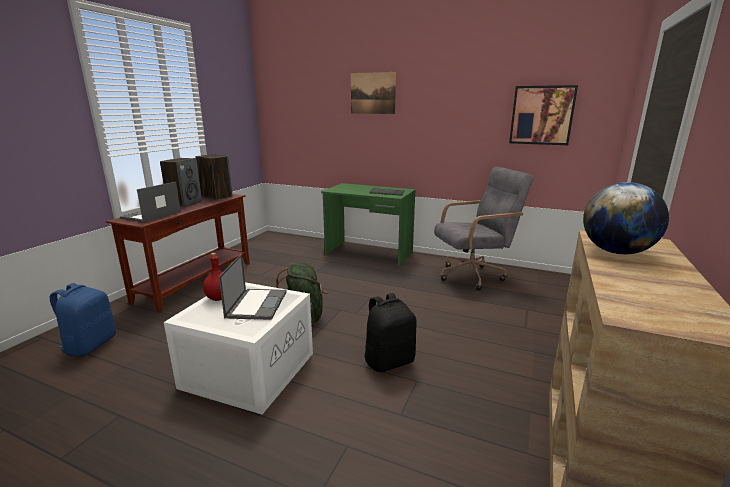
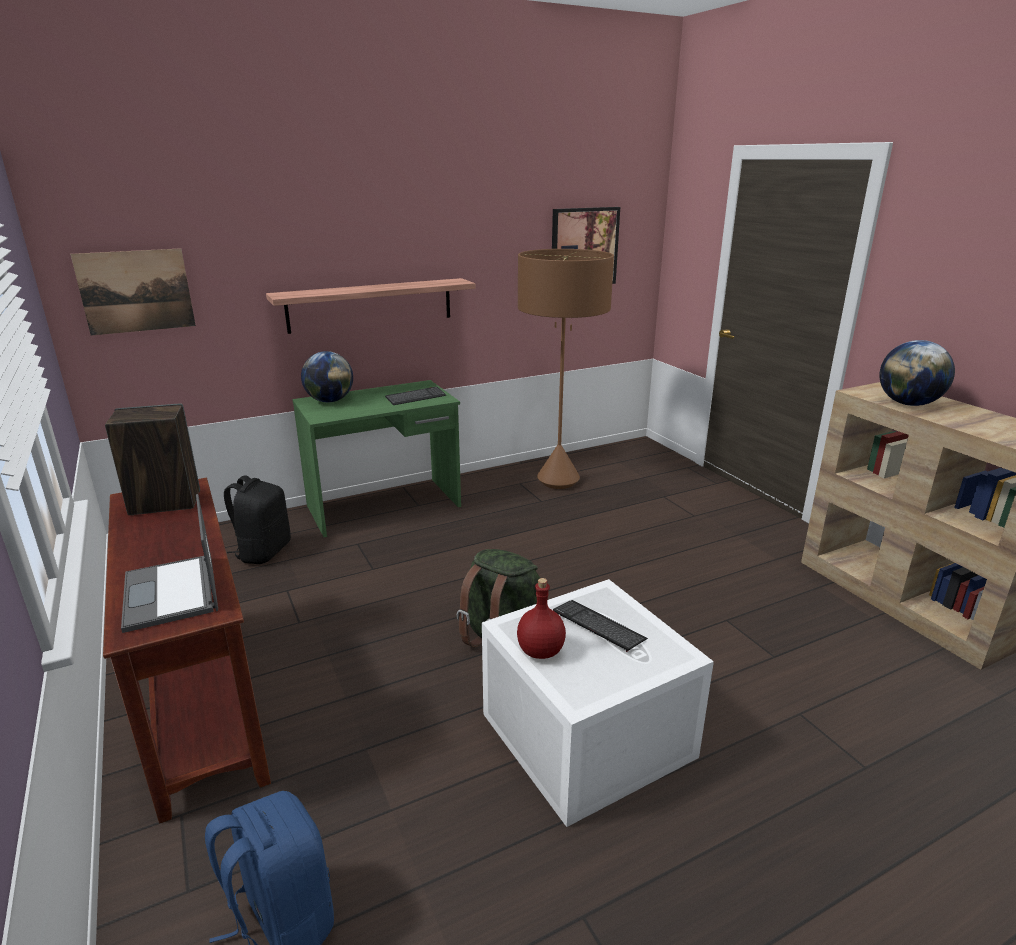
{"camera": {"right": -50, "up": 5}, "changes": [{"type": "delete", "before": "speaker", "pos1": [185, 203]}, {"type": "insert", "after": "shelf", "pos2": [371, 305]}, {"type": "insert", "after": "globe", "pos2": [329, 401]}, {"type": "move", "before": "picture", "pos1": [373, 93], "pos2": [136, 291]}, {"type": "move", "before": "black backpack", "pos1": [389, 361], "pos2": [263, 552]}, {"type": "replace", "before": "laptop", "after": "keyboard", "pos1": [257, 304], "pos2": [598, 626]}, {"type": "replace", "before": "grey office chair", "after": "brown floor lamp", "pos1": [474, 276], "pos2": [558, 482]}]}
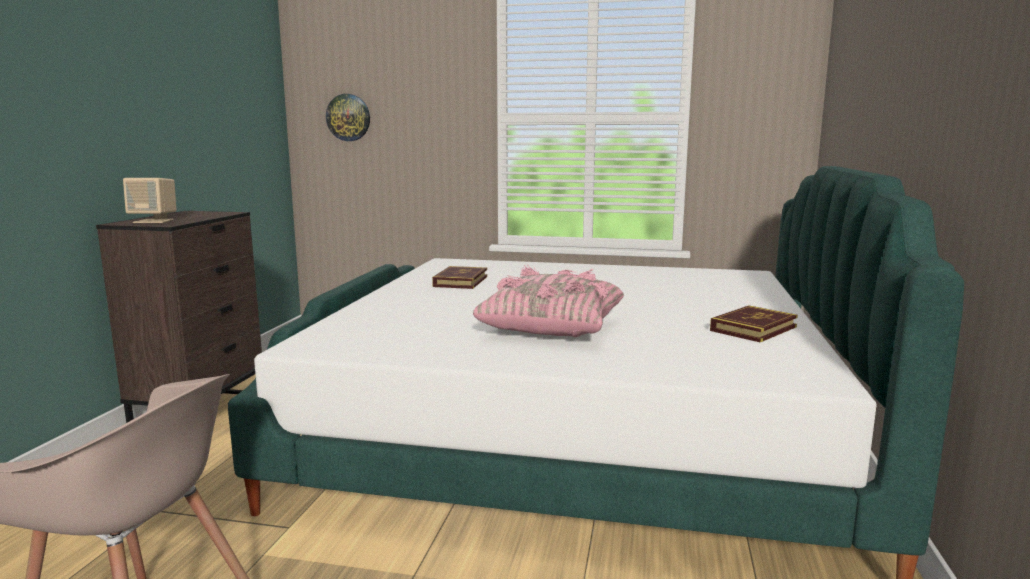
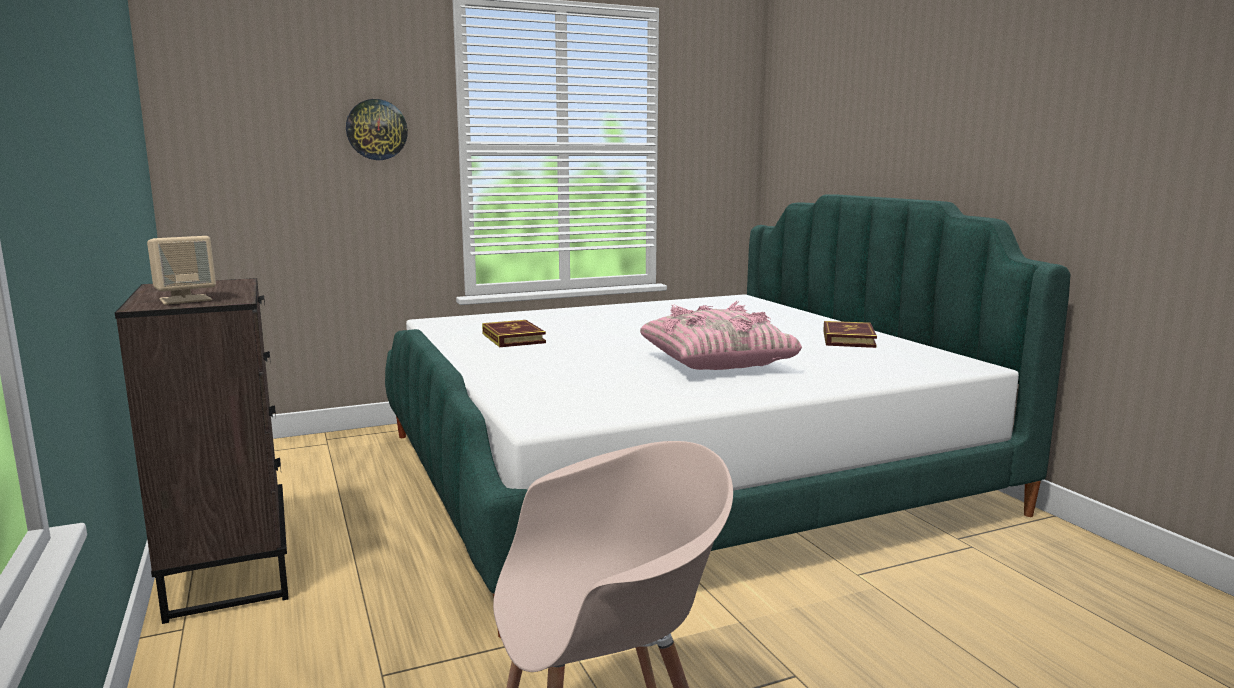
{"camera": {"right": -35, "up": 0}, "changes": [{"type": "move", "before": "wall clock", "pos1": [348, 117], "pos2": [376, 129]}]}
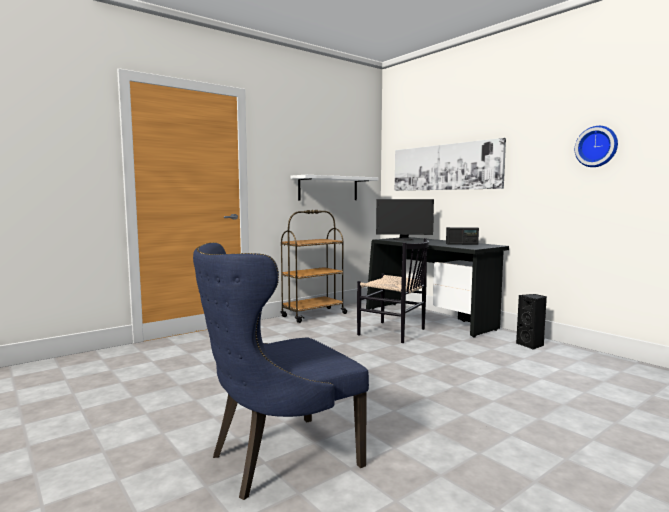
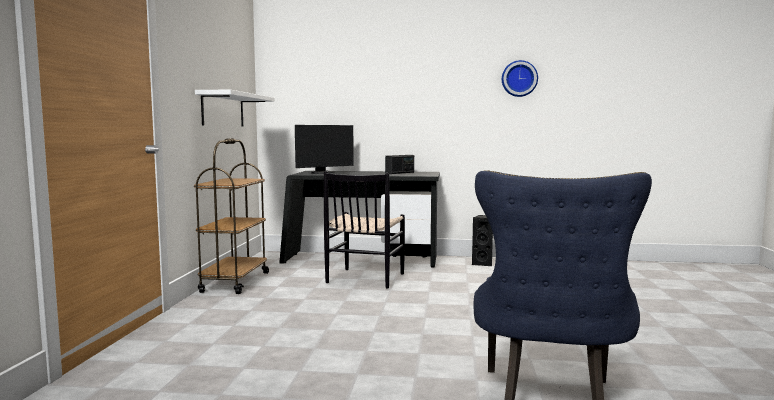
{"camera": {"right": -45, "up": 0}, "changes": [{"type": "delete", "before": "picture", "pos1": [444, 167]}, {"type": "rotate", "before": "black chair", "pos1": [394, 333], "pos2": [364, 279], "turn": 120}]}
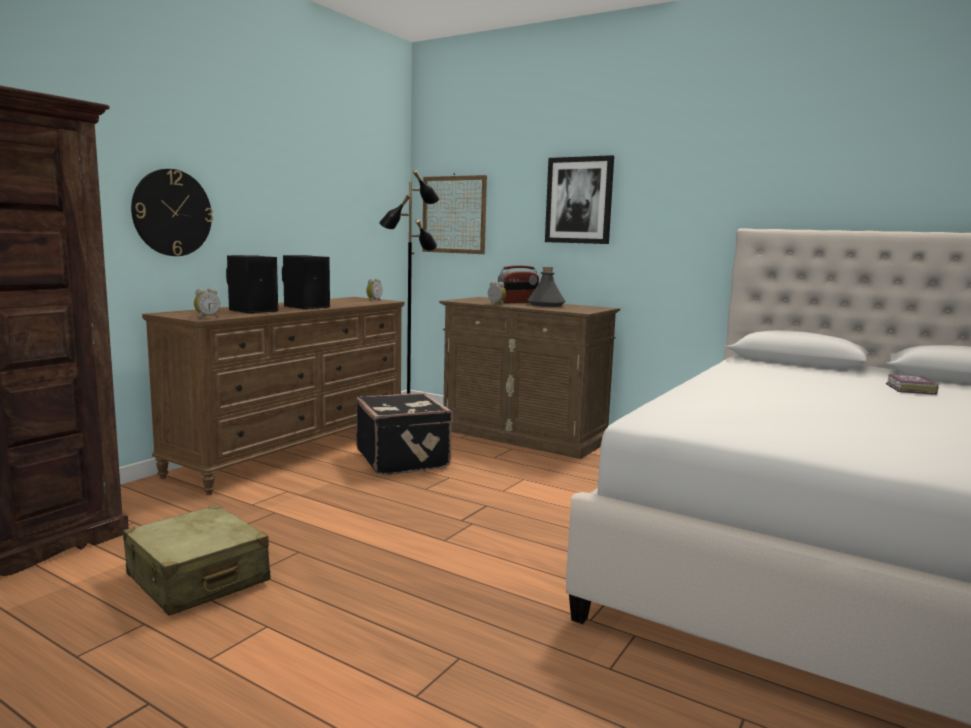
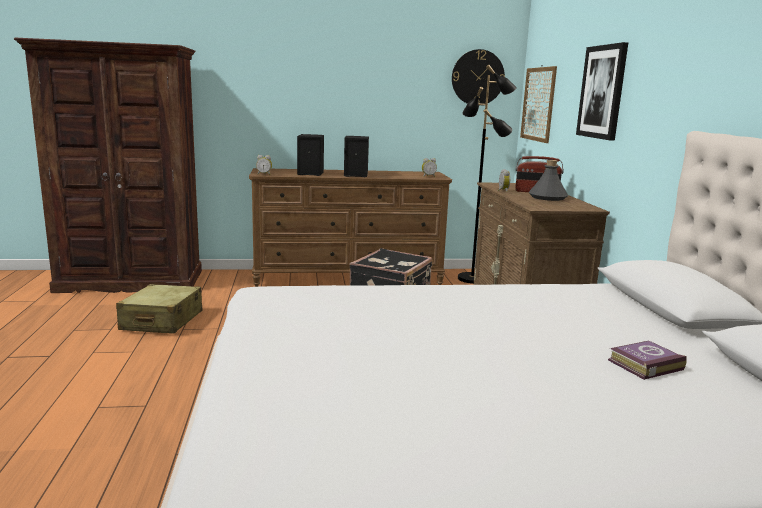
{"camera": {"right": 50, "up": 5}, "changes": [{"type": "move", "before": "wall clock", "pos1": [172, 213], "pos2": [477, 77]}]}
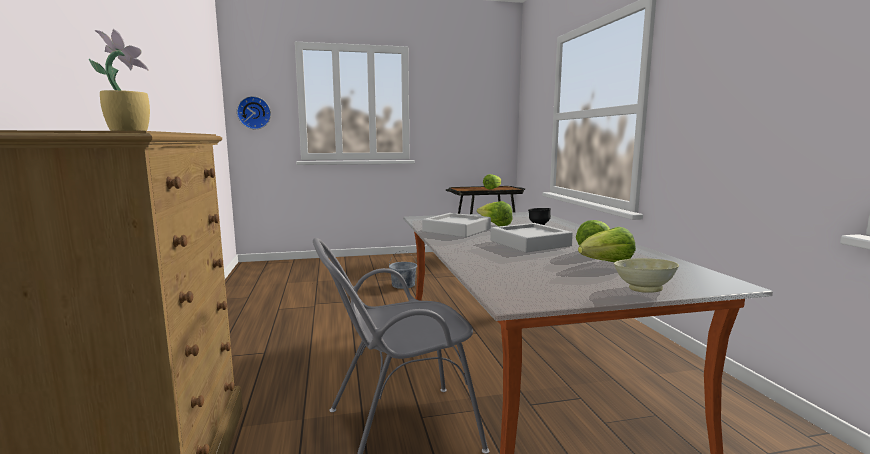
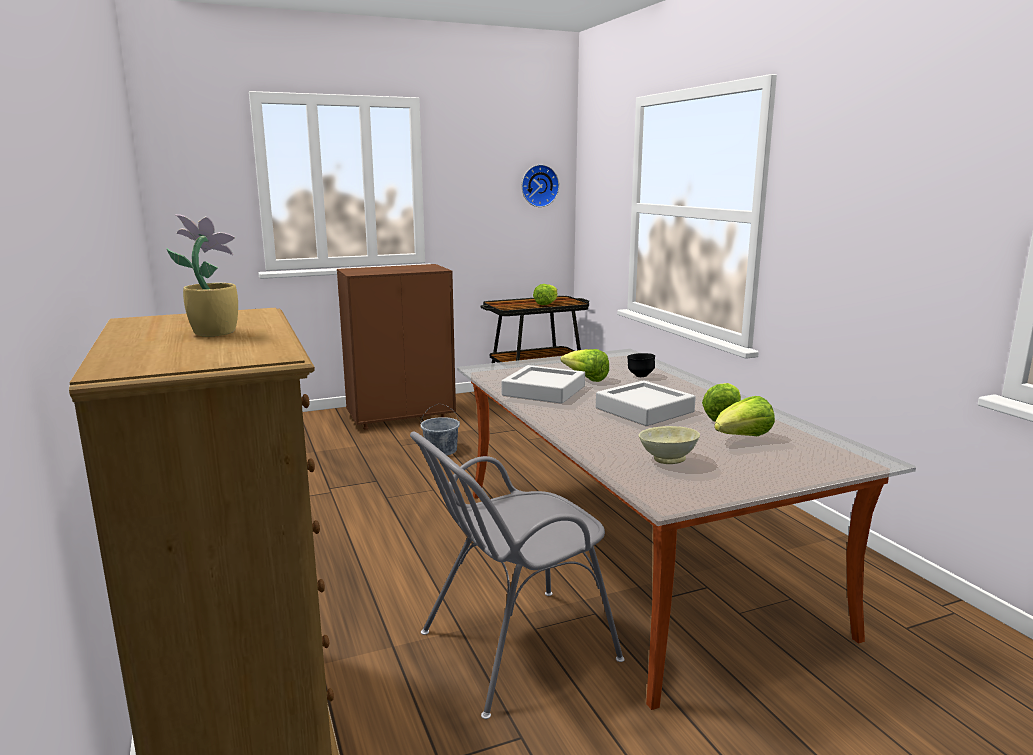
{"camera": {"right": -10, "up": 5}, "changes": [{"type": "insert", "after": "brown cabinet", "pos2": [402, 417]}, {"type": "move", "before": "wall clock", "pos1": [254, 113], "pos2": [539, 185]}, {"type": "move", "before": "beige bowl", "pos1": [643, 289], "pos2": [667, 459]}]}
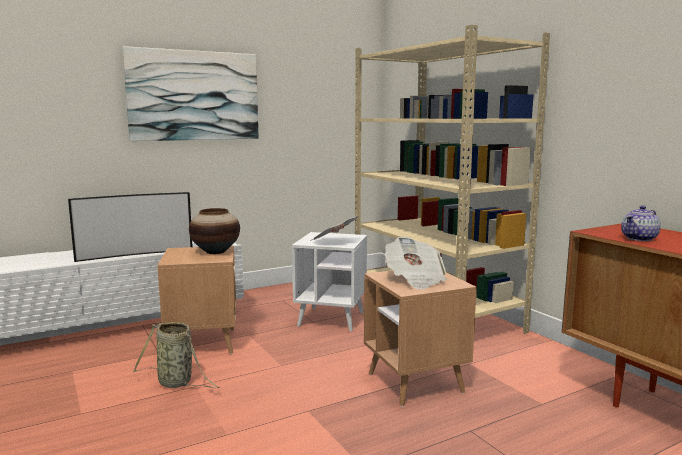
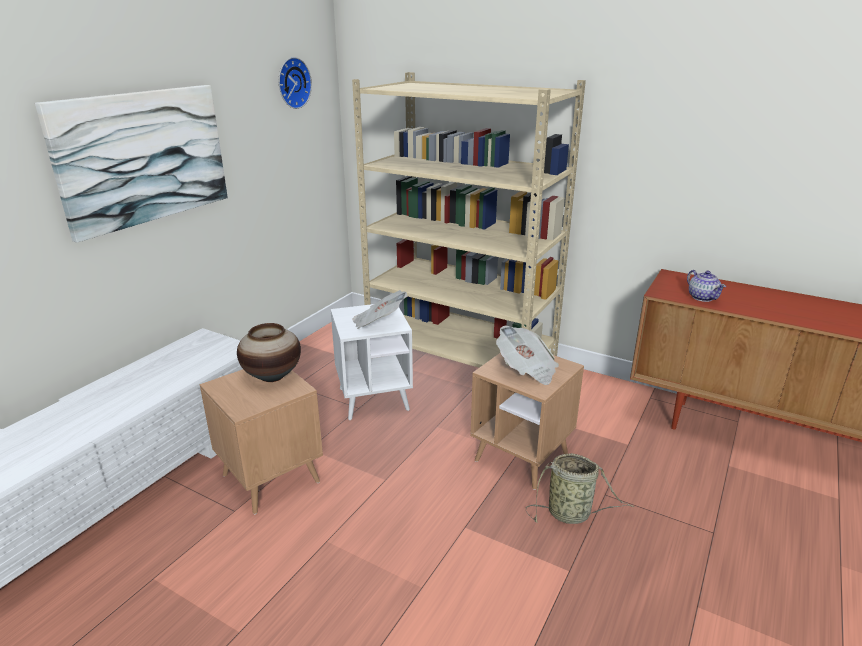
{"camera": {"right": -30, "up": 15}, "changes": [{"type": "delete", "before": "television", "pos1": [135, 254]}, {"type": "insert", "after": "wall clock", "pos2": [292, 83]}, {"type": "move", "before": "basket", "pos1": [177, 383], "pos2": [571, 514]}, {"type": "rotate", "before": "teapot", "pos1": [640, 238], "pos2": [702, 297], "turn": -45}]}
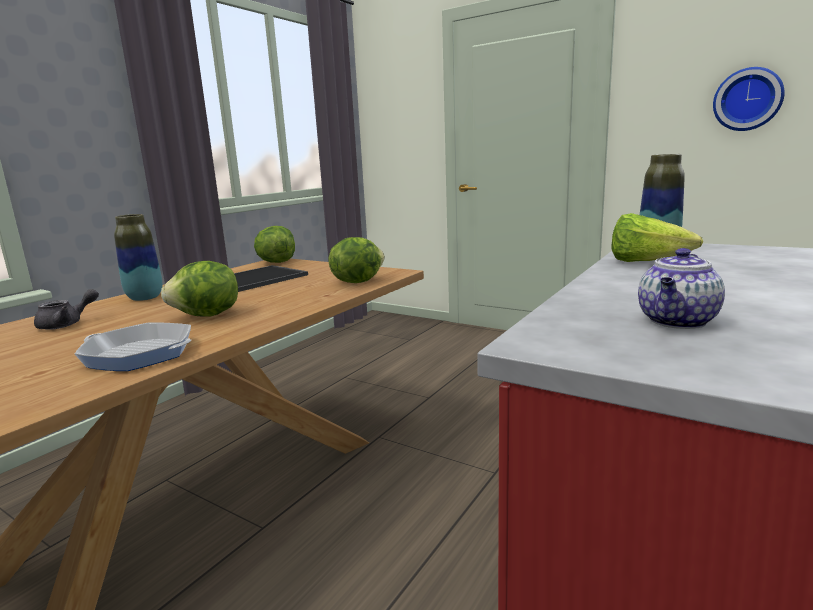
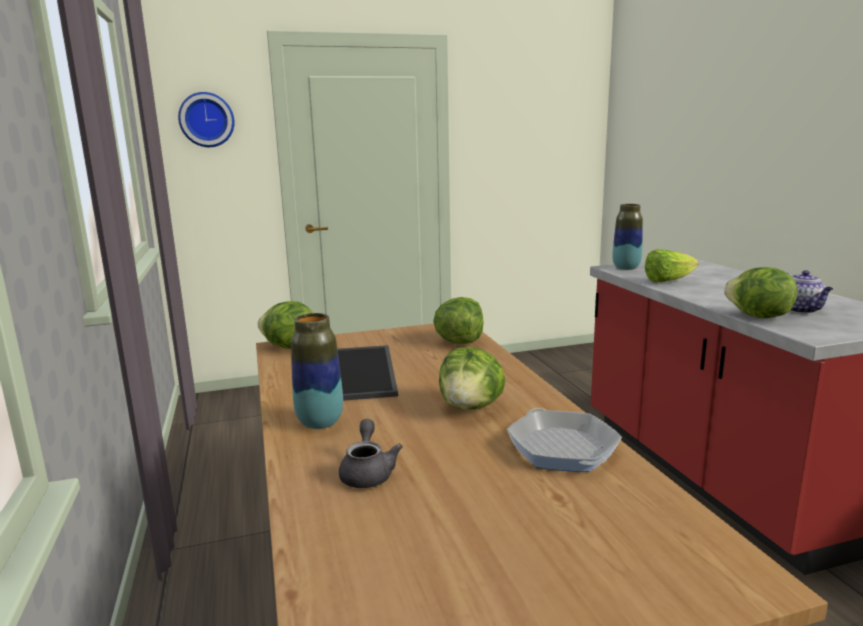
{"camera": {"right": -50, "up": 0}, "changes": [{"type": "insert", "after": "lettuce", "pos2": [758, 317]}, {"type": "move", "before": "wall clock", "pos1": [747, 99], "pos2": [207, 120]}, {"type": "rotate", "before": "frying pan", "pos1": [139, 354], "pos2": [562, 448], "turn": -75}]}
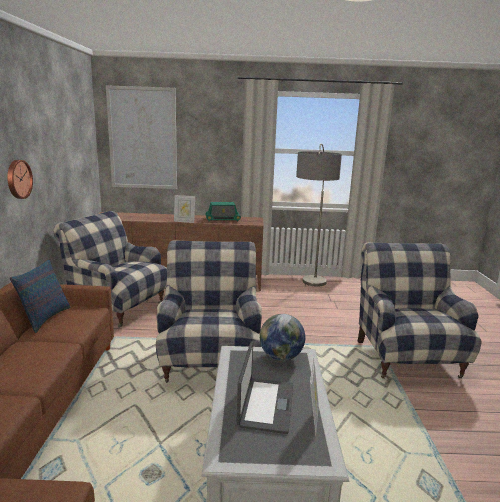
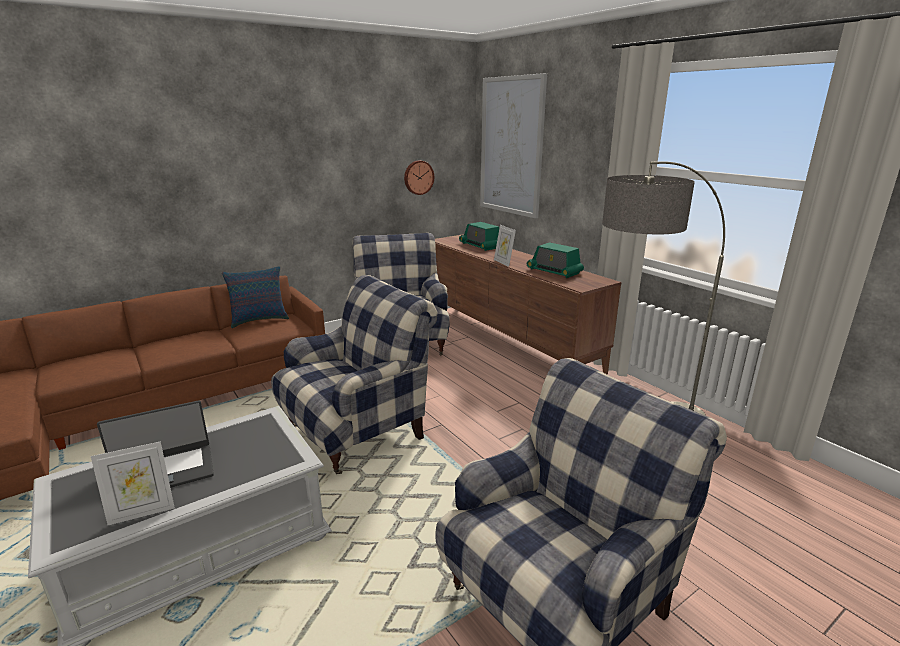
{"camera": {"right": 55, "up": 5}, "changes": [{"type": "delete", "before": "globe", "pos1": [281, 357]}, {"type": "insert", "after": "radio", "pos2": [480, 245]}, {"type": "move", "before": "wall clock", "pos1": [18, 179], "pos2": [418, 177]}]}
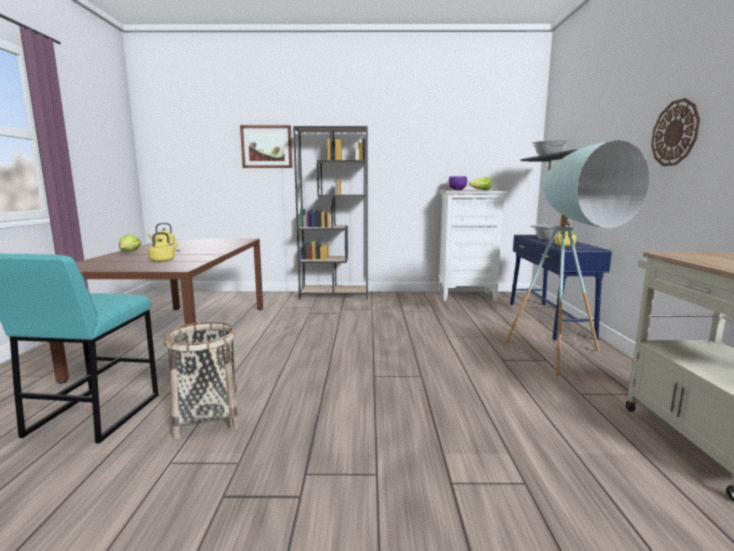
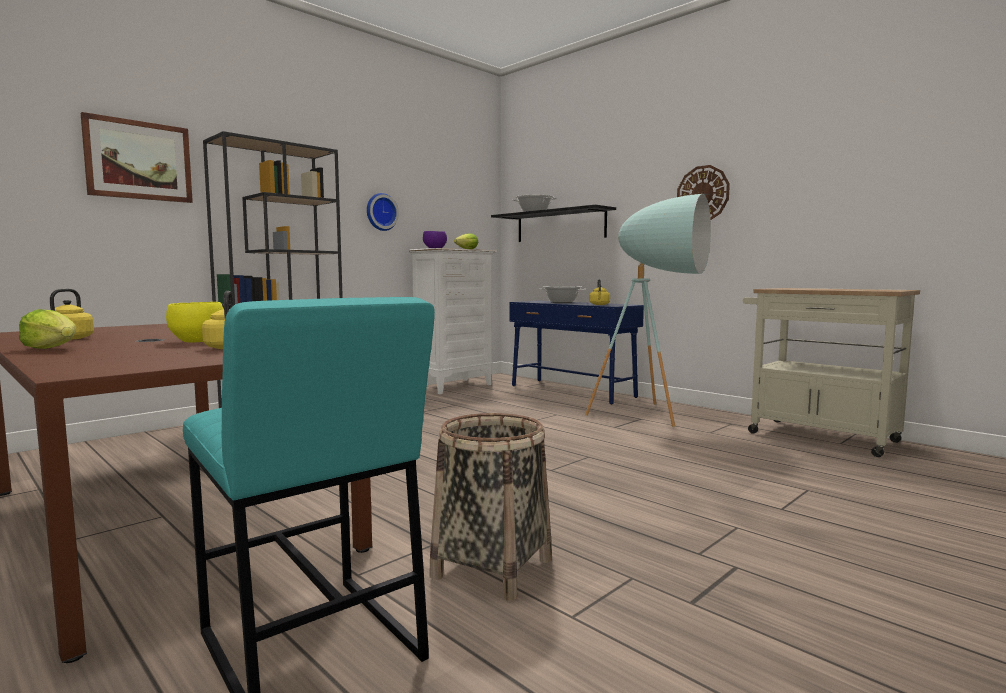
{"camera": {"right": -45, "up": -5}, "changes": [{"type": "insert", "after": "yellow bowl", "pos2": [196, 341]}, {"type": "insert", "after": "wall clock", "pos2": [380, 212]}]}
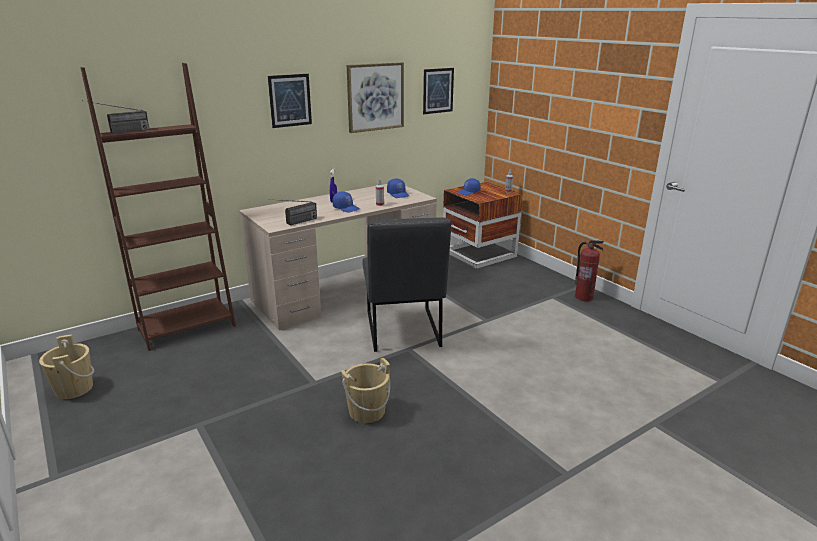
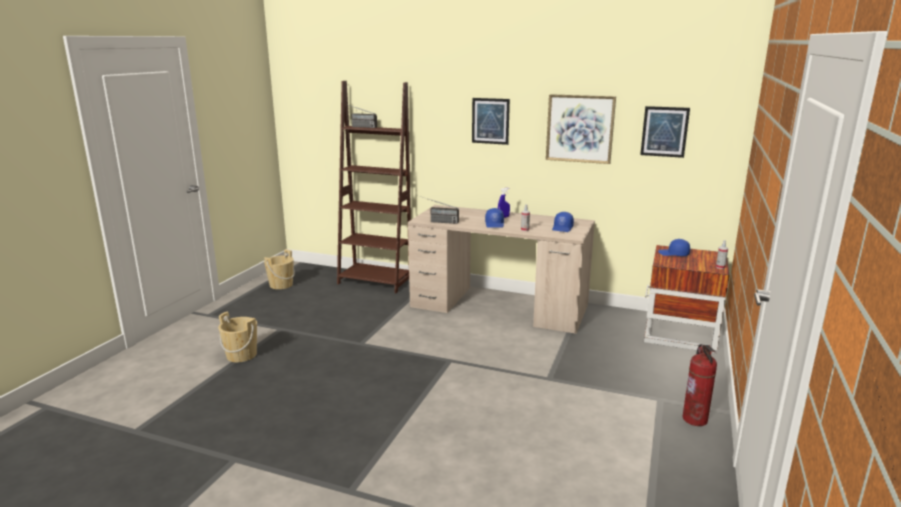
{"camera": {"right": 55, "up": -5}, "changes": [{"type": "delete", "before": "grey chair", "pos1": [402, 330]}, {"type": "move", "before": "beige bucket", "pos1": [367, 411], "pos2": [241, 355]}]}
